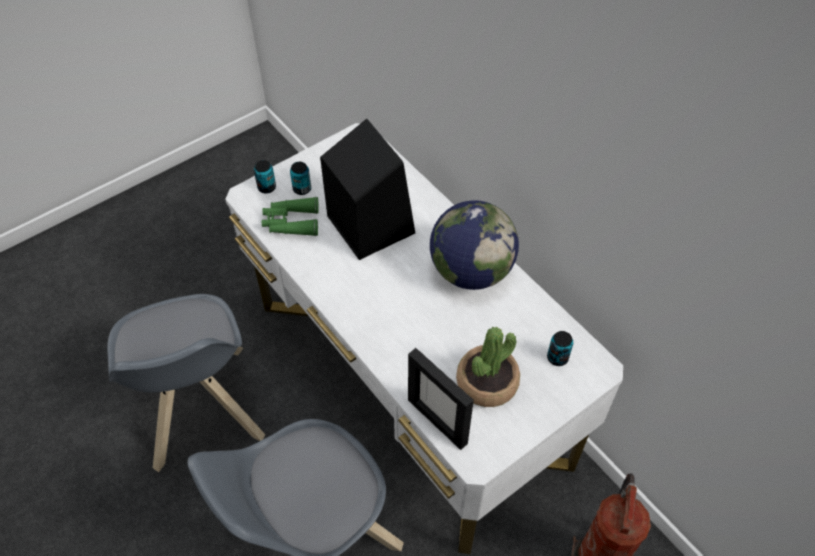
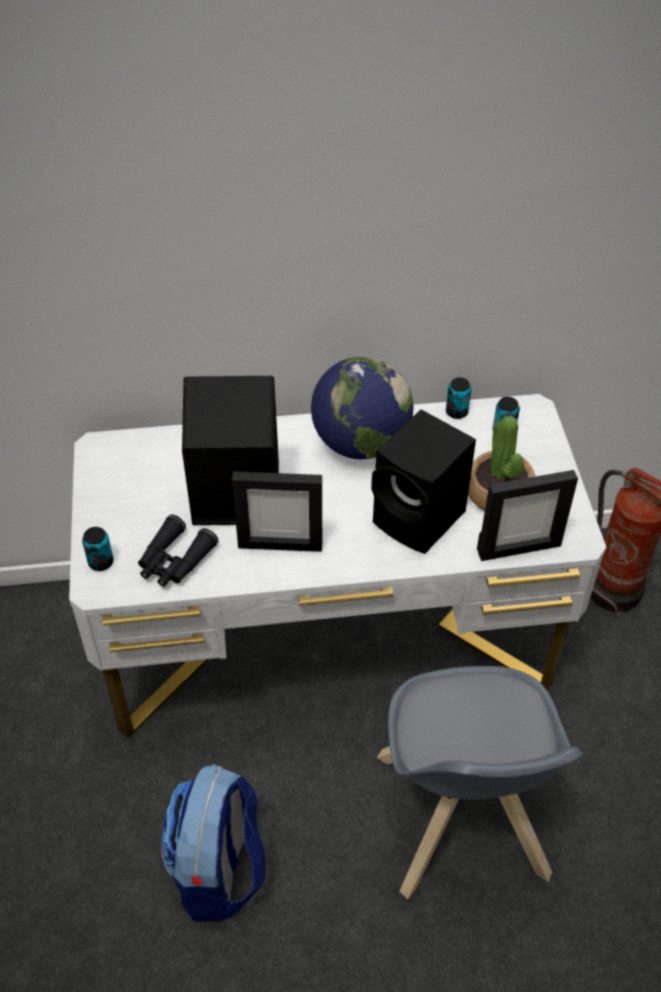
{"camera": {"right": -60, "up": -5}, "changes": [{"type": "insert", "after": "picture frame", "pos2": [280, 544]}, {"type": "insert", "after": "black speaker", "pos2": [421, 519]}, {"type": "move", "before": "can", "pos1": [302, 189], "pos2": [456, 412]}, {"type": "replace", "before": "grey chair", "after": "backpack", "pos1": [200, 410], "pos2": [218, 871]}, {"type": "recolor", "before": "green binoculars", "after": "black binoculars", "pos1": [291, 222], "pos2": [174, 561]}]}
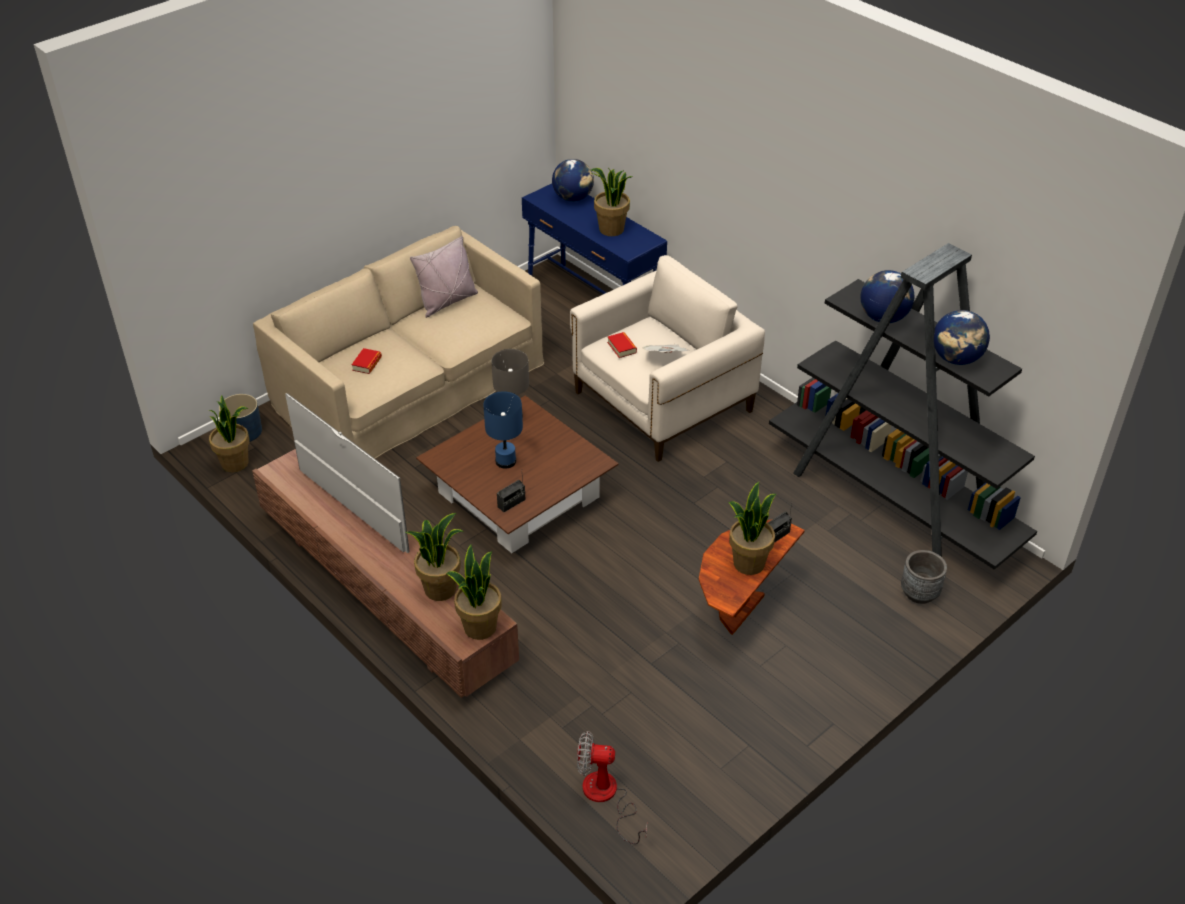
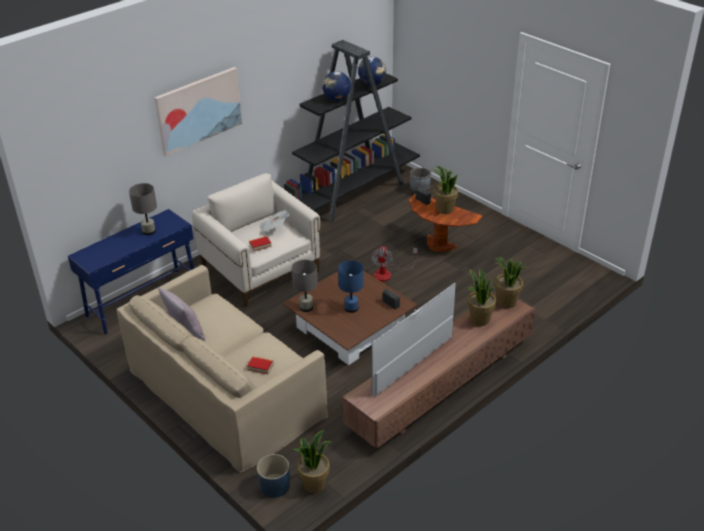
{"camera": {"right": -90, "up": -5}, "changes": [{"type": "delete", "before": "globe", "pos1": [573, 198]}, {"type": "insert", "after": "picture", "pos2": [198, 110]}, {"type": "move", "before": "fan", "pos1": [606, 797], "pos2": [388, 273]}, {"type": "replace", "before": "potted plant", "after": "grey table lamp", "pos1": [611, 230], "pos2": [149, 231]}]}
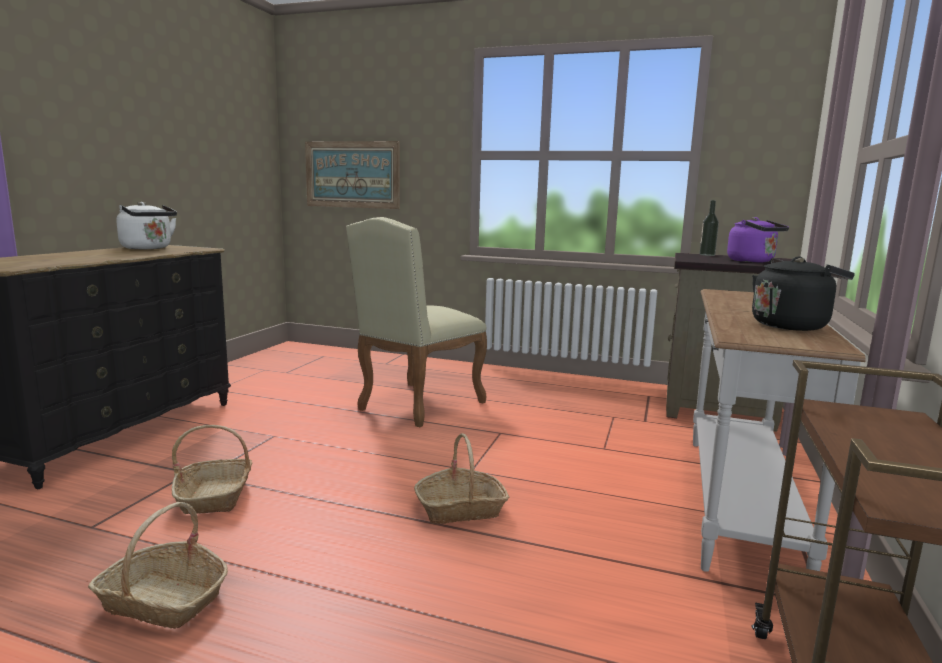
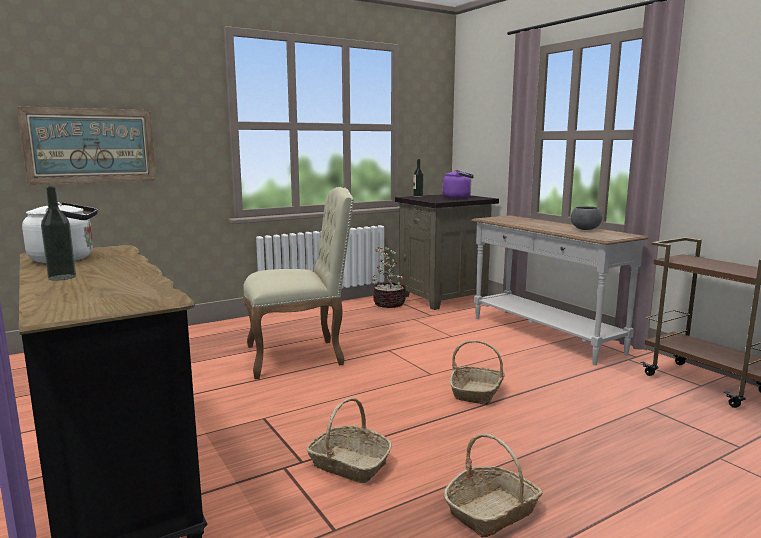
{"camera": {"right": -50, "up": 0}, "changes": [{"type": "insert", "after": "bottle", "pos2": [62, 277]}, {"type": "insert", "after": "potted plant", "pos2": [388, 303]}, {"type": "replace", "before": "black kettle", "after": "grey bowl", "pos1": [791, 325], "pos2": [585, 229]}, {"type": "rotate", "before": "beige chair", "pos1": [416, 405], "pos2": [297, 356], "turn": -90}]}
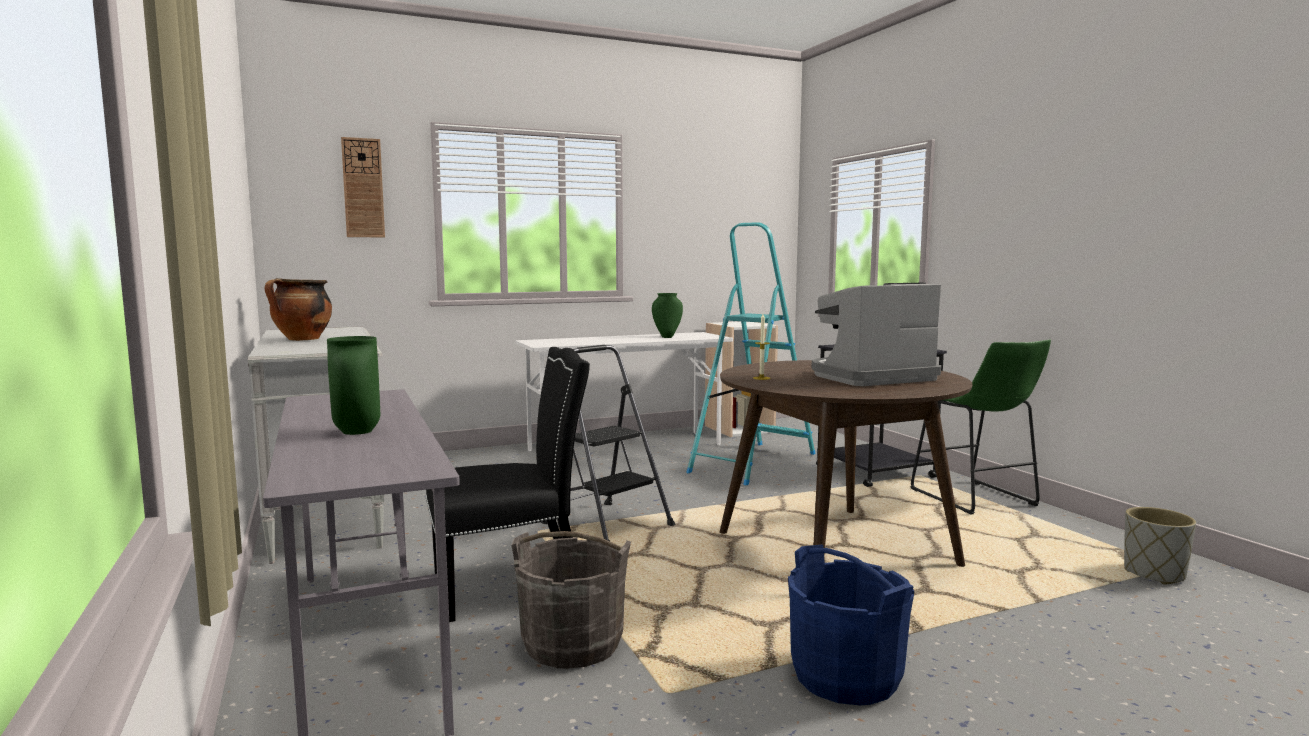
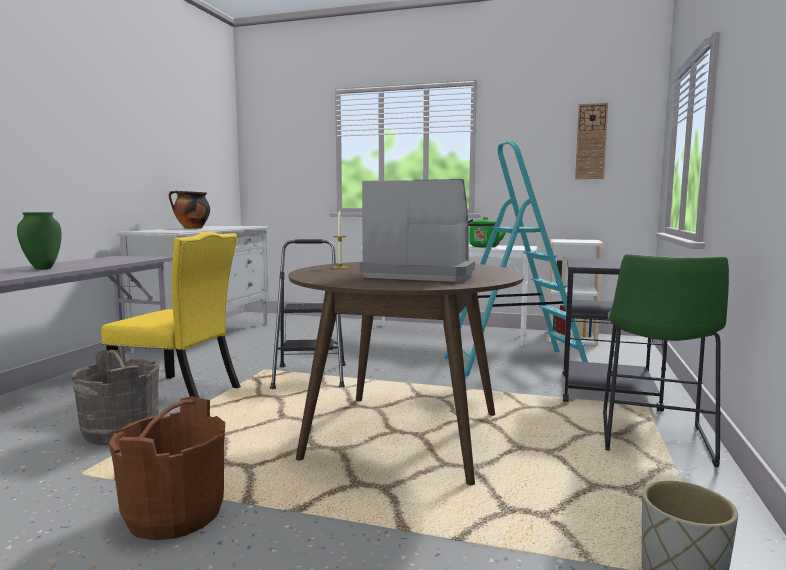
{"camera": {"right": 40, "up": 0}, "changes": [{"type": "move", "before": "wall clock", "pos1": [363, 188], "pos2": [591, 141]}, {"type": "replace", "before": "green vase", "after": "green kettle", "pos1": [667, 337], "pos2": [484, 247]}, {"type": "recolor", "before": "black chair", "after": "yellow chair", "pos1": [508, 585], "pos2": [178, 392]}, {"type": "recolor", "before": "blue bucket", "after": "brown bucket", "pos1": [845, 676], "pos2": [174, 514]}]}
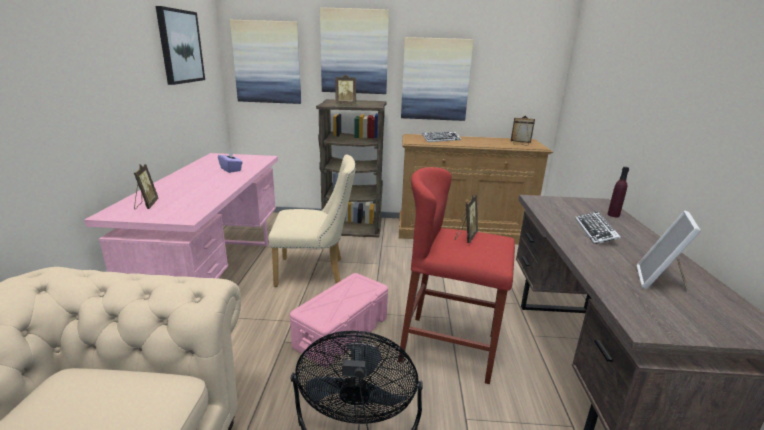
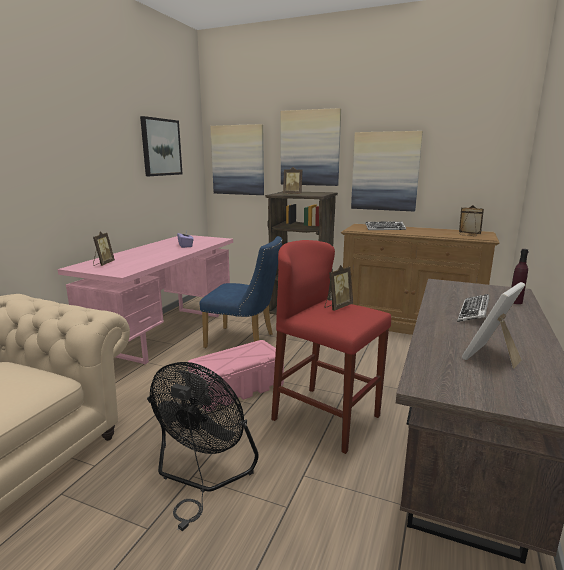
{"camera": {"right": 20, "up": -5}, "changes": [{"type": "recolor", "before": "beige chair", "after": "blue chair", "pos1": [316, 272], "pos2": [245, 341]}]}
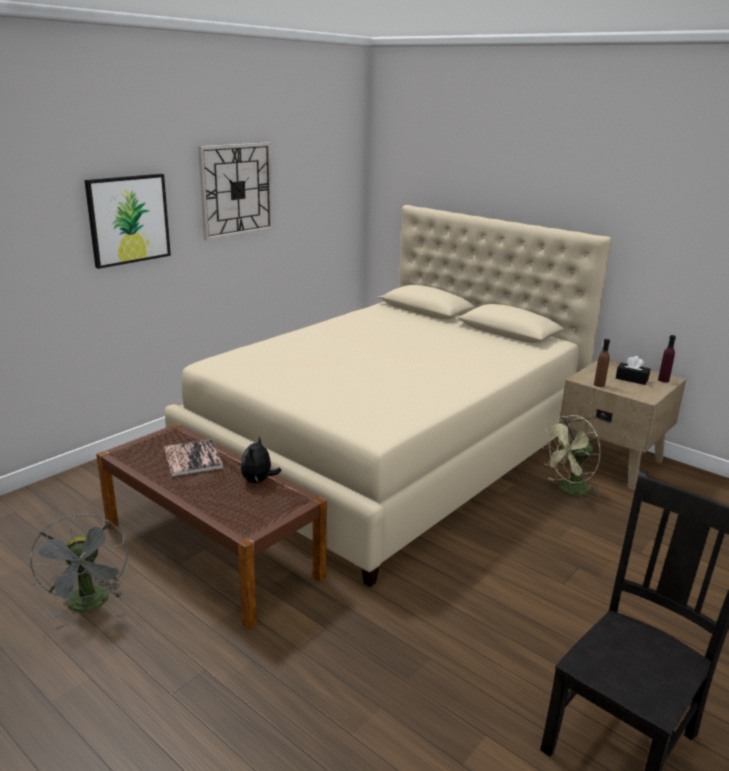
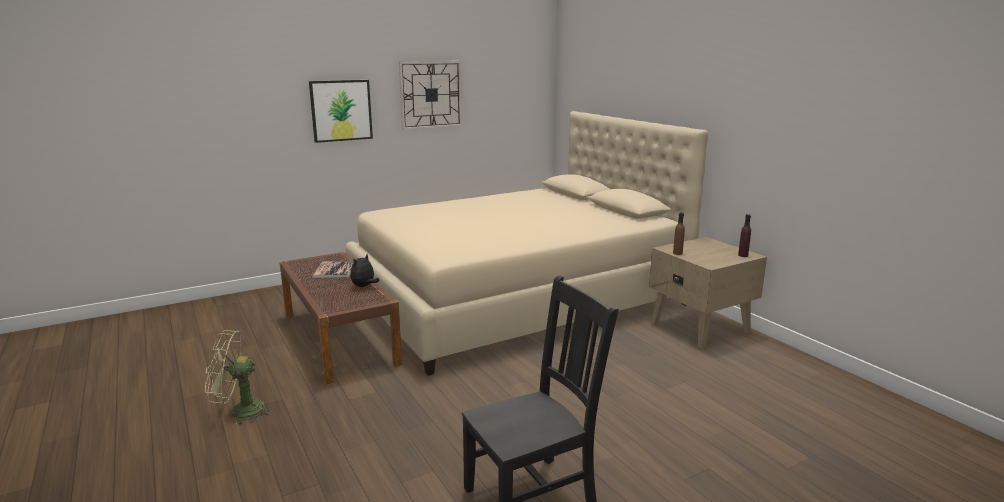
{"camera": {"right": 20, "up": -5}, "changes": [{"type": "delete", "before": "grey fan", "pos1": [90, 605]}, {"type": "delete", "before": "black tissue box", "pos1": [631, 379]}, {"type": "move", "before": "green fan", "pos1": [569, 490], "pos2": [239, 411]}]}
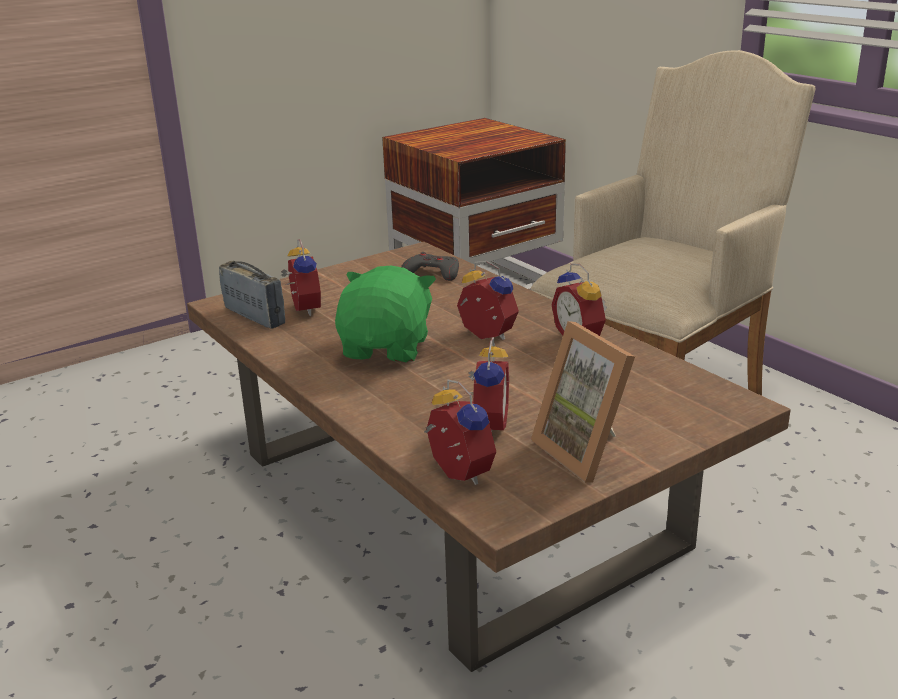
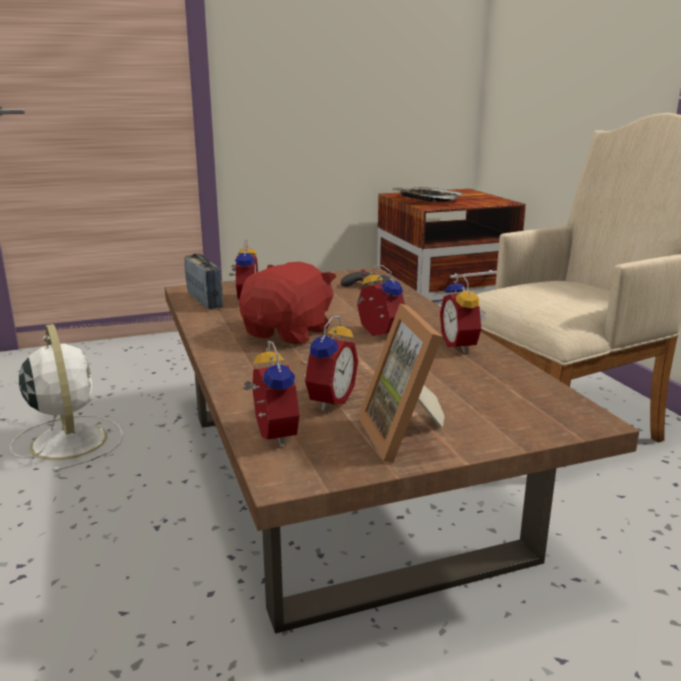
{"camera": {"right": 15, "up": -5}, "changes": [{"type": "insert", "after": "white fan", "pos2": [68, 440]}, {"type": "insert", "after": "tray", "pos2": [426, 199]}, {"type": "recolor", "before": "green plush toy", "after": "red plush toy", "pos1": [387, 348], "pos2": [289, 333]}]}
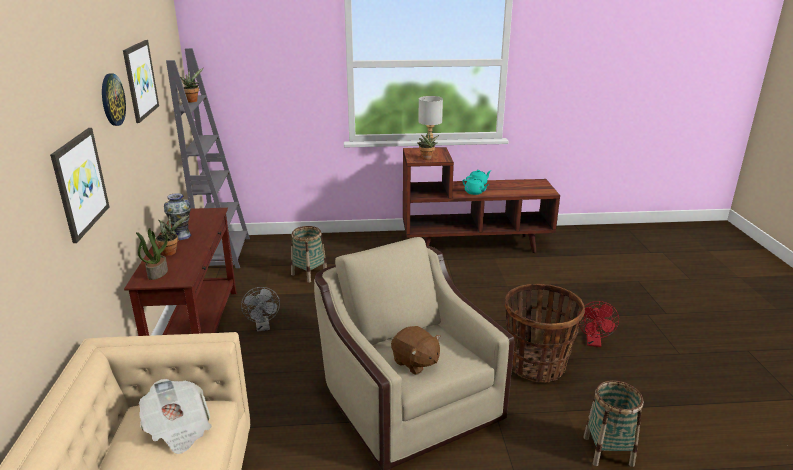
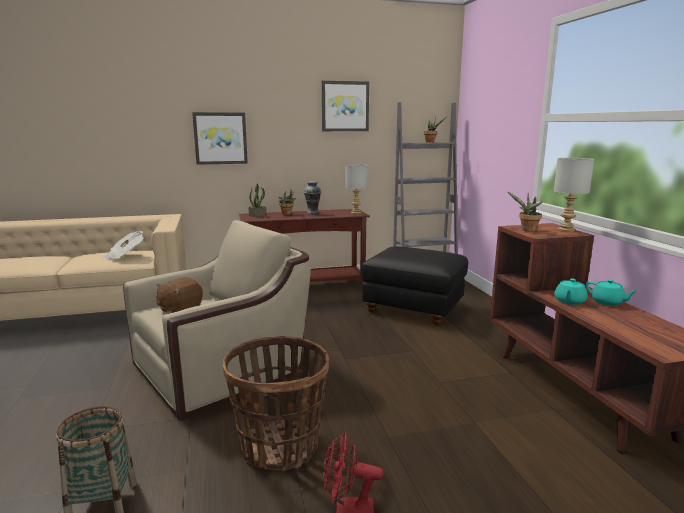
{"camera": {"right": 80, "up": -10}, "changes": [{"type": "delete", "before": "wall clock", "pos1": [112, 99]}, {"type": "delete", "before": "grey fan", "pos1": [263, 327]}, {"type": "insert", "after": "grey table lamp", "pos2": [356, 213]}, {"type": "replace", "before": "basket", "after": "black ottoman", "pos1": [309, 273], "pos2": [414, 308]}]}
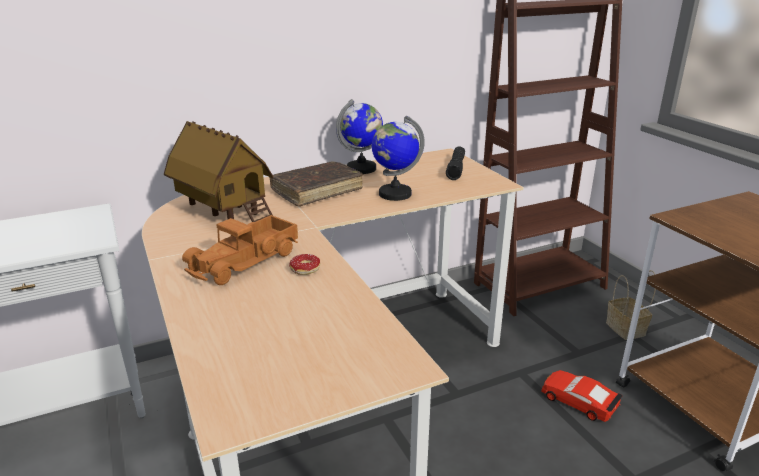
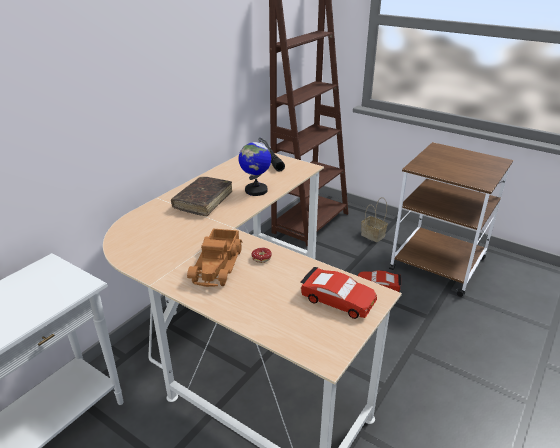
{"camera": {"right": -30, "up": 5}, "changes": [{"type": "delete", "before": "toy house", "pos1": [223, 210]}, {"type": "delete", "before": "globe", "pos1": [362, 169]}, {"type": "insert", "after": "red toy car", "pos2": [337, 300]}]}
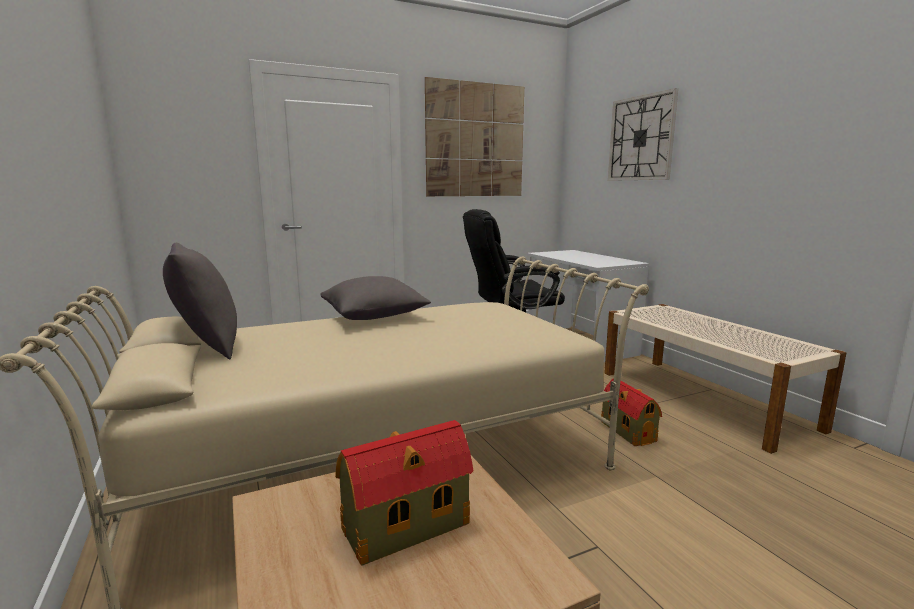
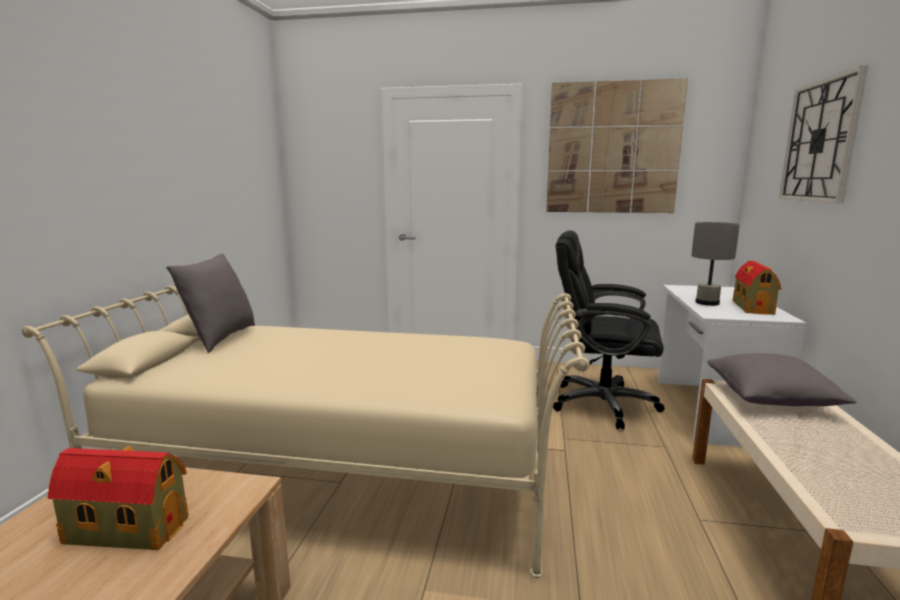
{"camera": {"right": 35, "up": 0}, "changes": [{"type": "insert", "after": "grey table lamp", "pos2": [707, 303]}, {"type": "move", "before": "grey pillow", "pos1": [374, 317], "pos2": [771, 399]}, {"type": "move", "before": "toy house", "pos1": [627, 430], "pos2": [752, 307]}]}
